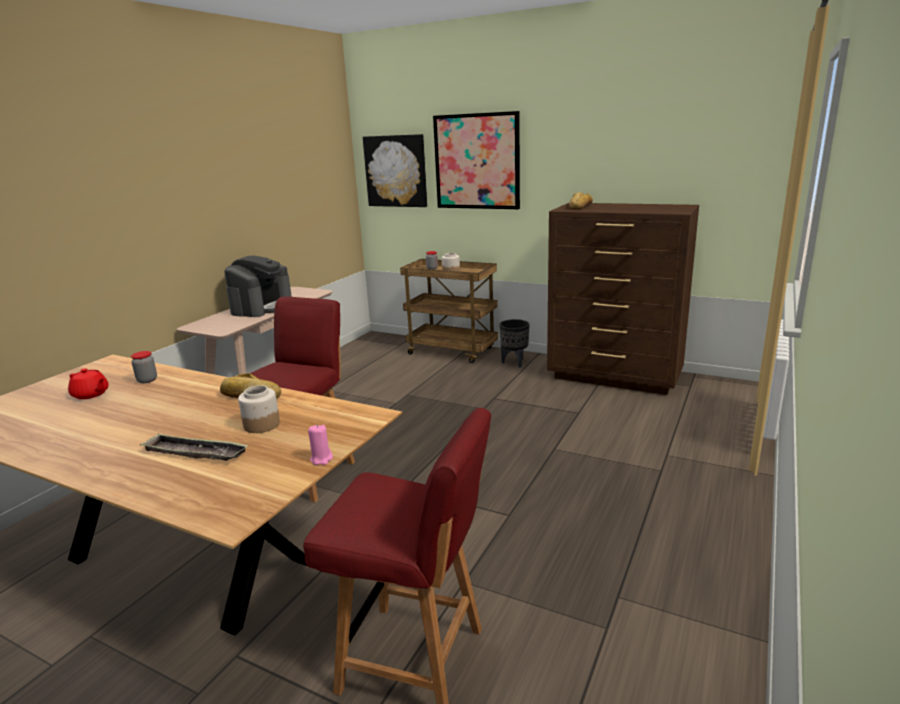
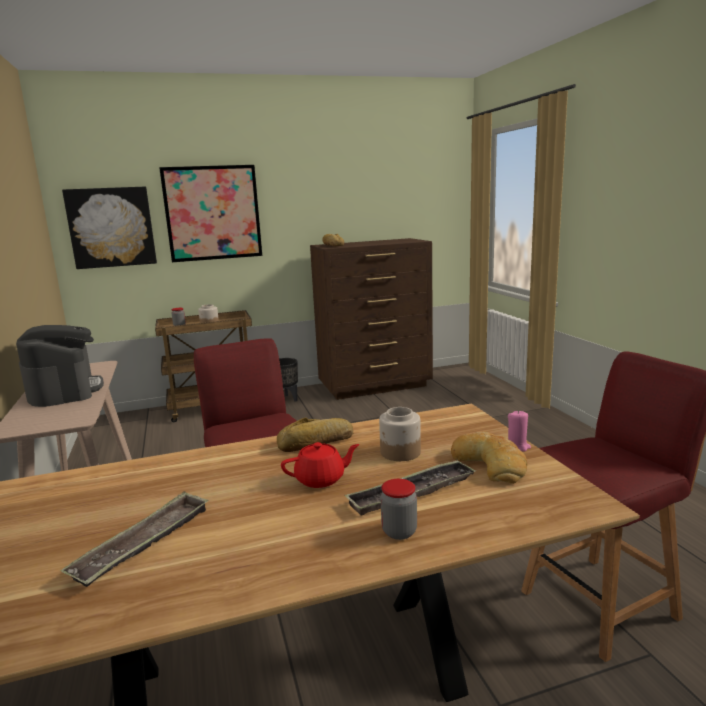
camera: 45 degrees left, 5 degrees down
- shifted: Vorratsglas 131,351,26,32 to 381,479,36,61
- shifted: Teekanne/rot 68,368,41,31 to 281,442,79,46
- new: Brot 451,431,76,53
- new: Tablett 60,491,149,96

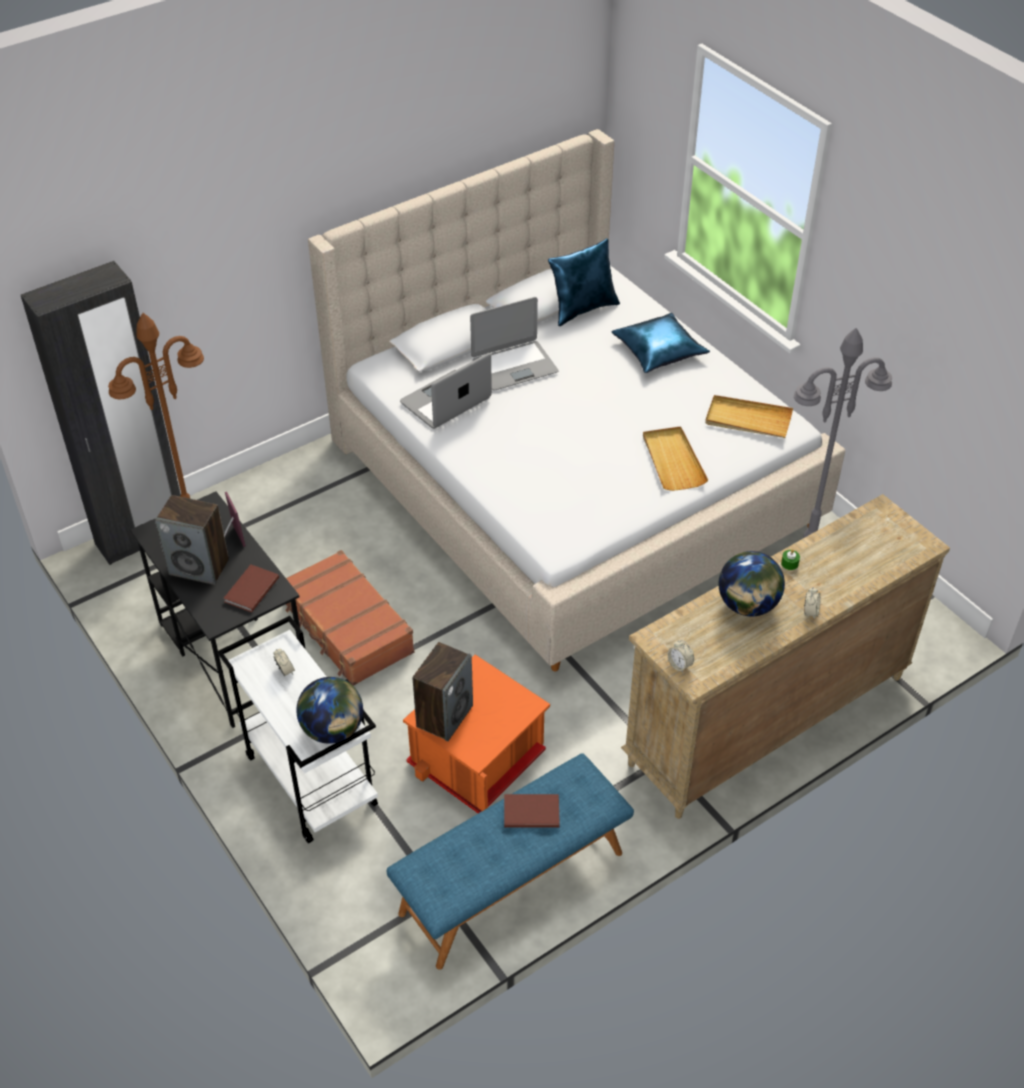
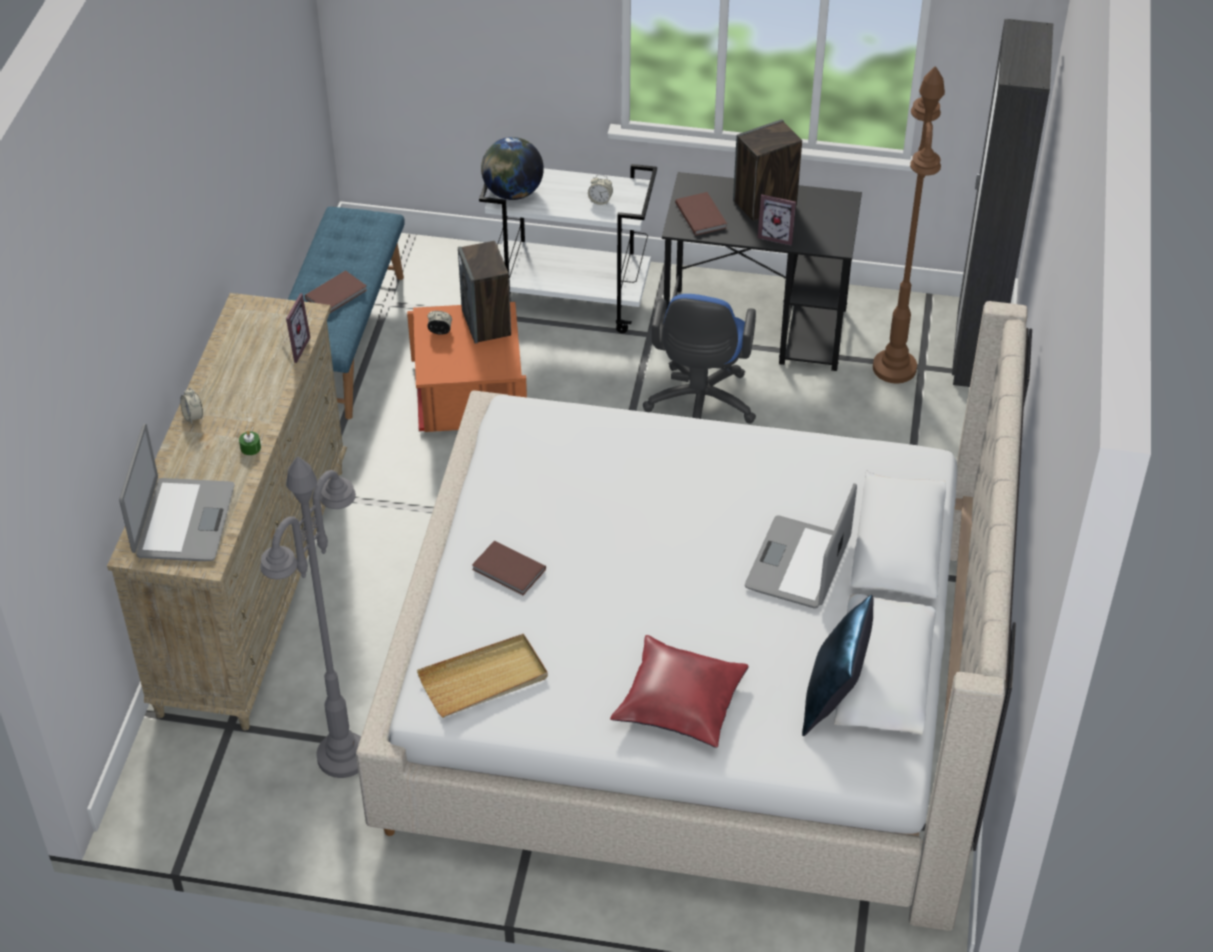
camera: 135 degrees right, 0 degrees up
- repainted: Kissen/blau 612,313,98,60 to Kissen/rot 610,635,139,113
- shifted: Laptop 400,353,92,76 to 119,424,116,137
- swapped: Tablett/beige 643,426,65,65 to Buch/braun 472,541,74,54
- swapped: Koffer/braun 285,550,129,136 to Bürostuhl/blau 643,294,113,130
- gone: Globus 719,551,66,66
- shifted: Wecker 668,640,26,33 to 427,311,25,24
- new: Bilderrahmen 283,293,28,70

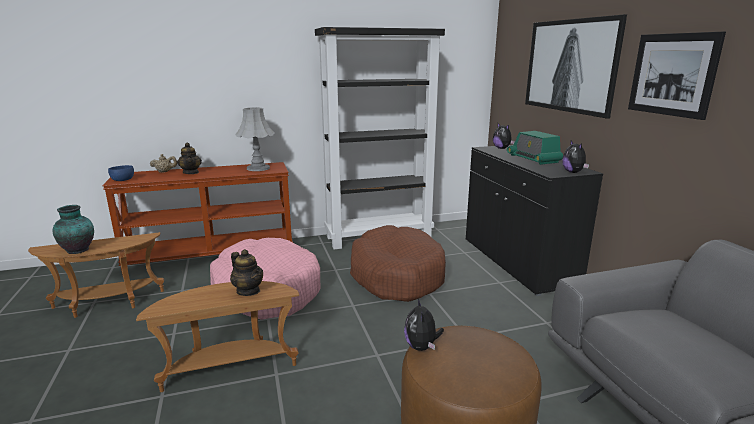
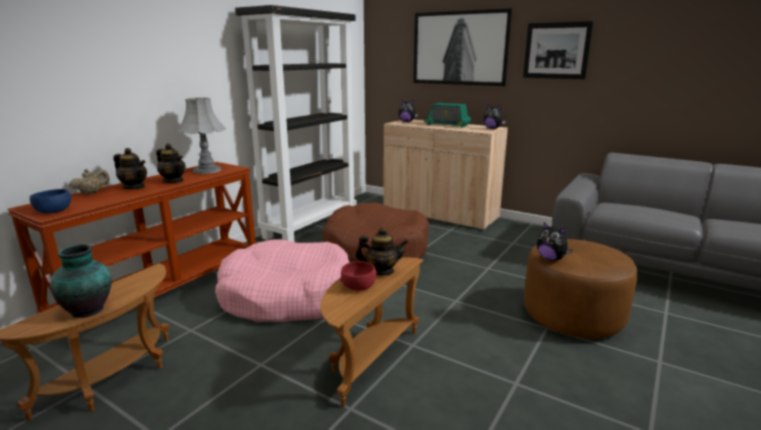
camera: 40 degrees left, 0 degrees up
- repainted: Schrank/schwarz 466,145,137,151 to Schrank/beige 384,120,124,111
- new: Teekanne 156,143,30,40
- new: Schüssel/rot 340,261,37,30

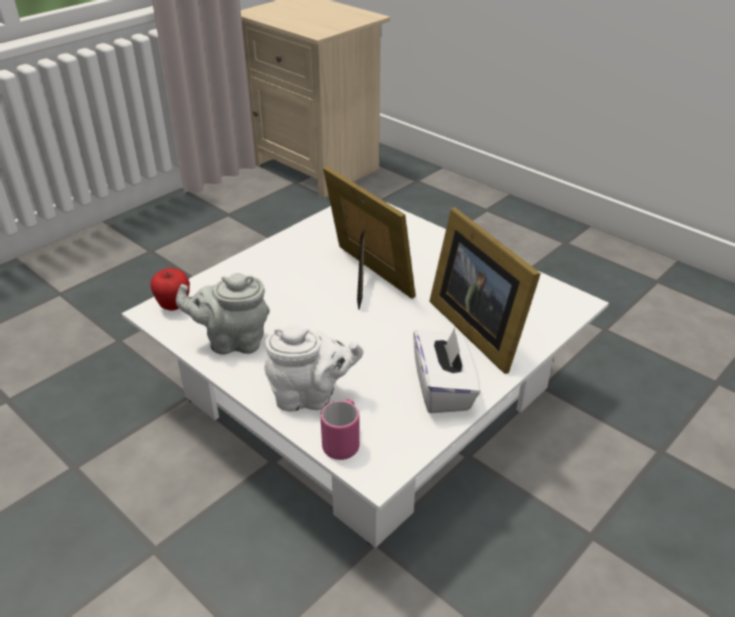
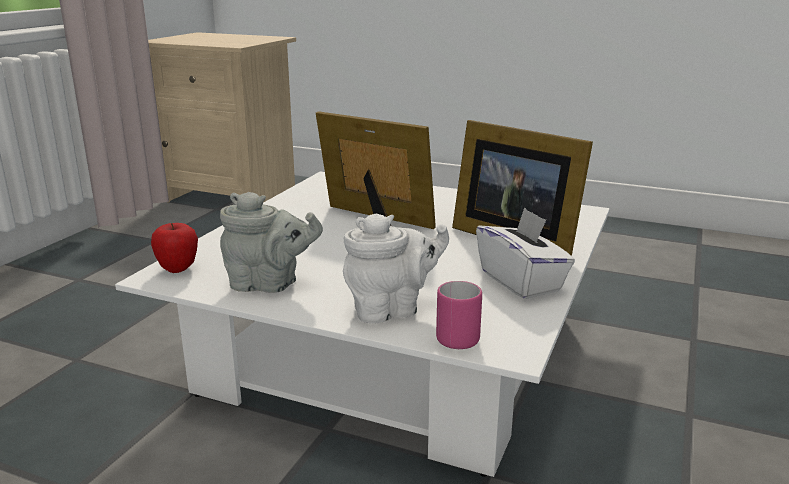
camera: 20 degrees left, 15 degrees down
- rotated: Teekanne/grau 176,273,94,82 = 220,192,103,101 150 degrees counterclockwise

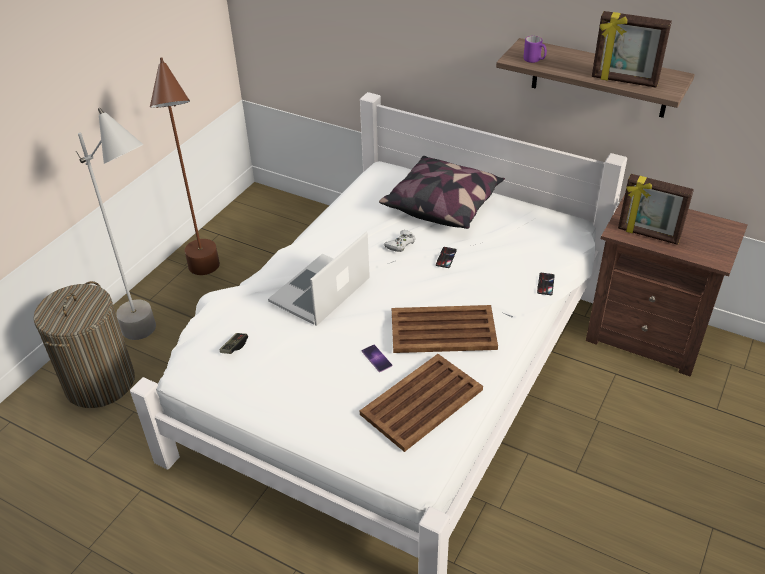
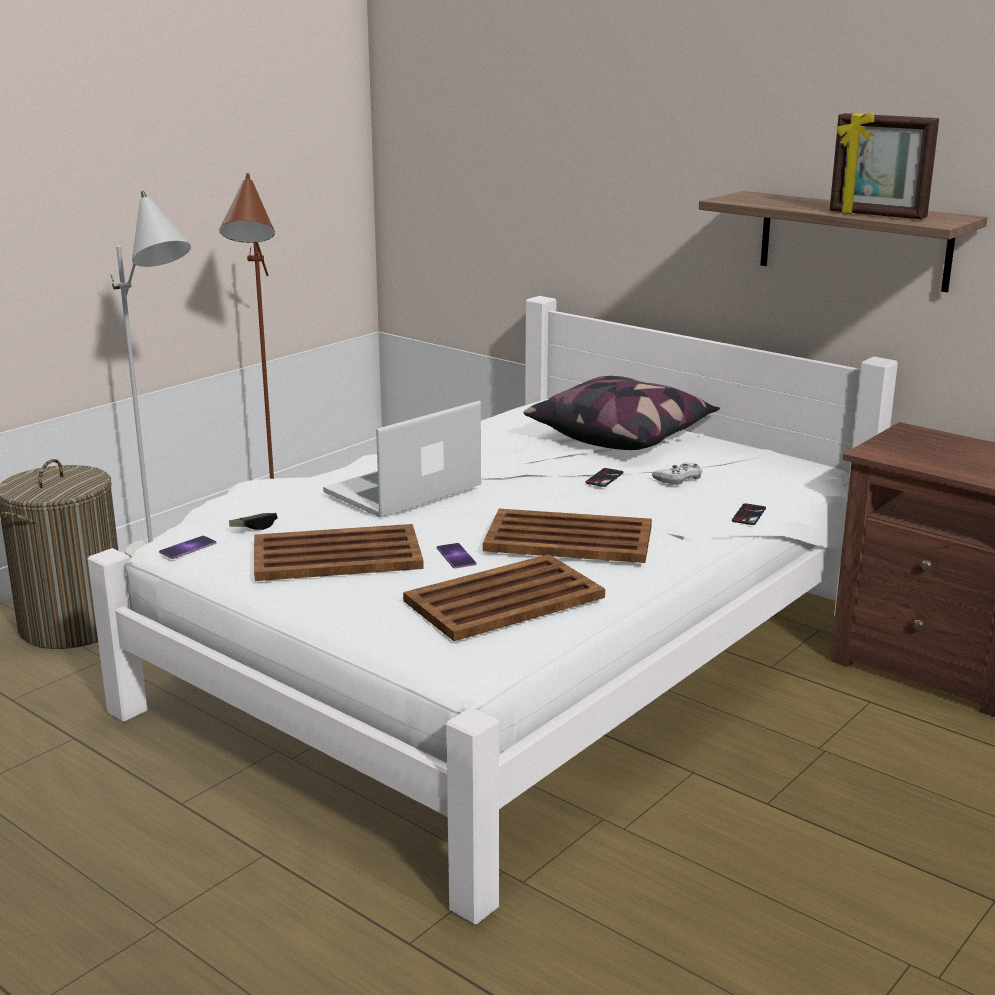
camera: 10 degrees right, 20 degrees down
- gone: Henkelbecher/lila 523,36,24,27
- gone: Bilderrahmen 618,174,76,71
- shifted: Gamepad/weiß 384,230,32,22 to 652,462,50,23
- new: Tablett/braun 254,524,170,57
- new: Handy 159,536,57,23

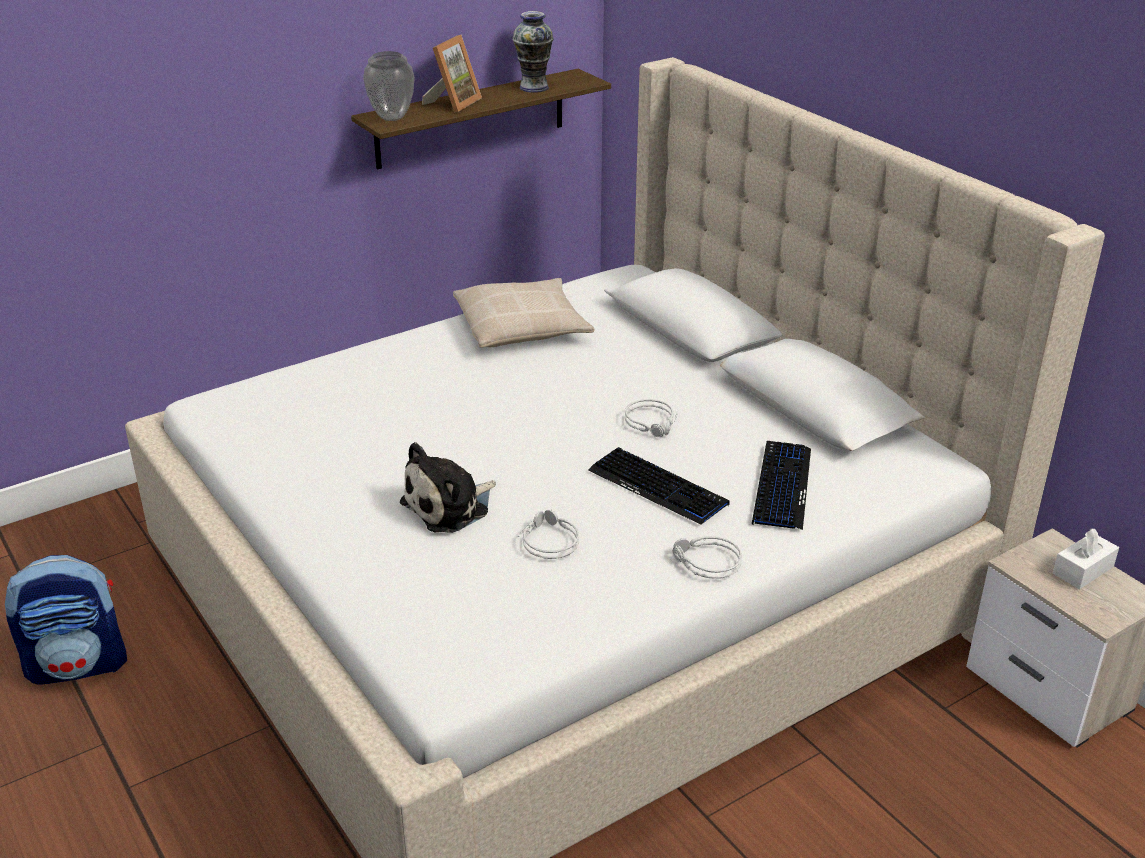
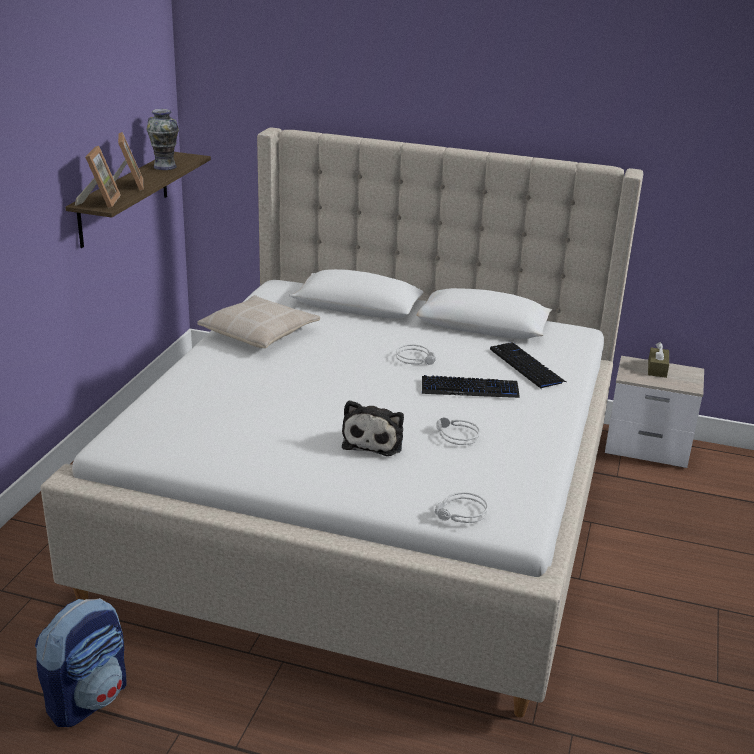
camera: 40 degrees left, 5 degrees down
- swapped: Vase 363,51,52,70 to Bilderrahmen 75,146,46,62
- repainted: Taschentuchbox/weiß 1053,528,66,61 to Taschentuchbox/braun 648,342,21,36
- shifted: Kopfhörer/grau 673,536,69,43 to 435,492,53,31

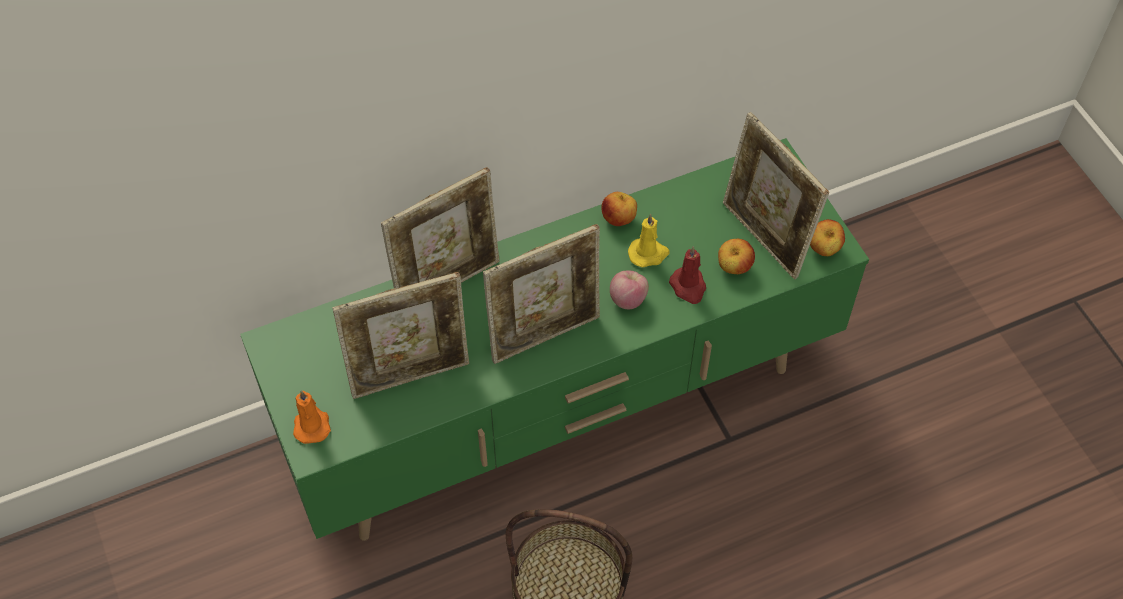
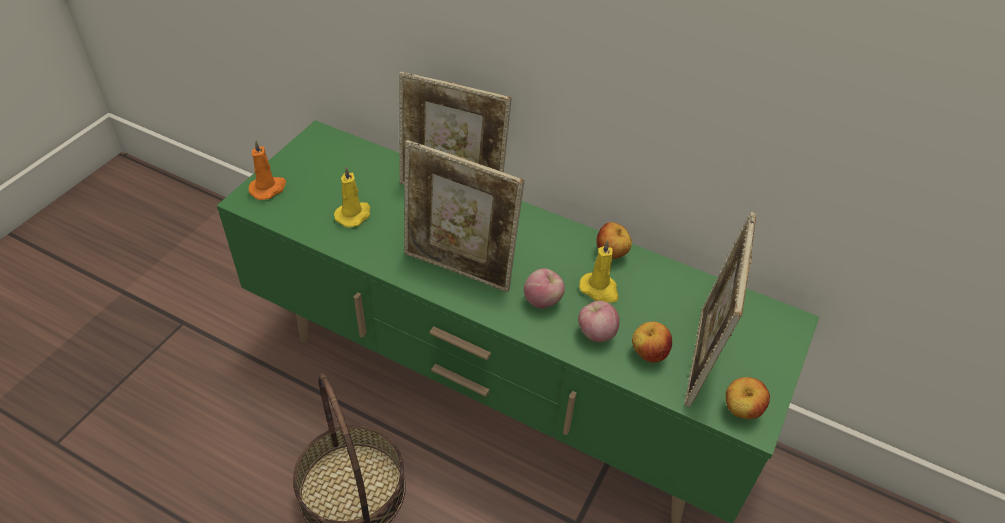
camera: 50 degrees right, 10 degrees down
- swapped: Kerze/rot 669,246,37,58 to Apfel 578,301,41,41
- swapped: Bilderrahmen 332,272,137,127 to Kerze/gelb 334,166,36,62

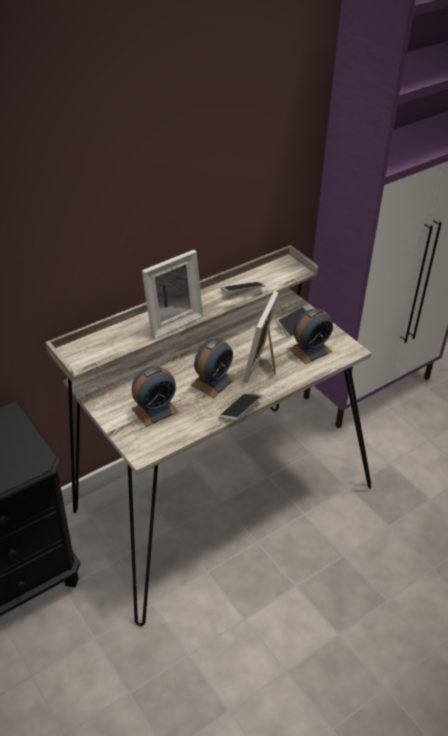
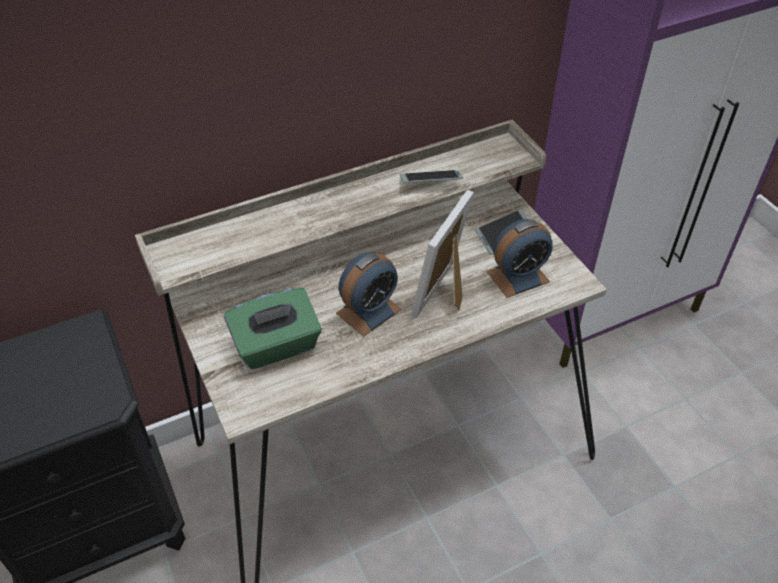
camera: 10 degrees right, 5 degrees up
- gone: Bilderrahmen 142,250,61,88
- swapped: Wecker 131,367,48,60 to Taschentuchbox/grün 224,288,98,81
- gone: Handy 218,392,45,29

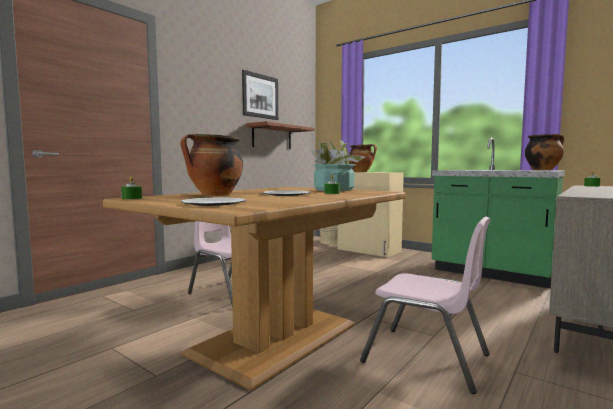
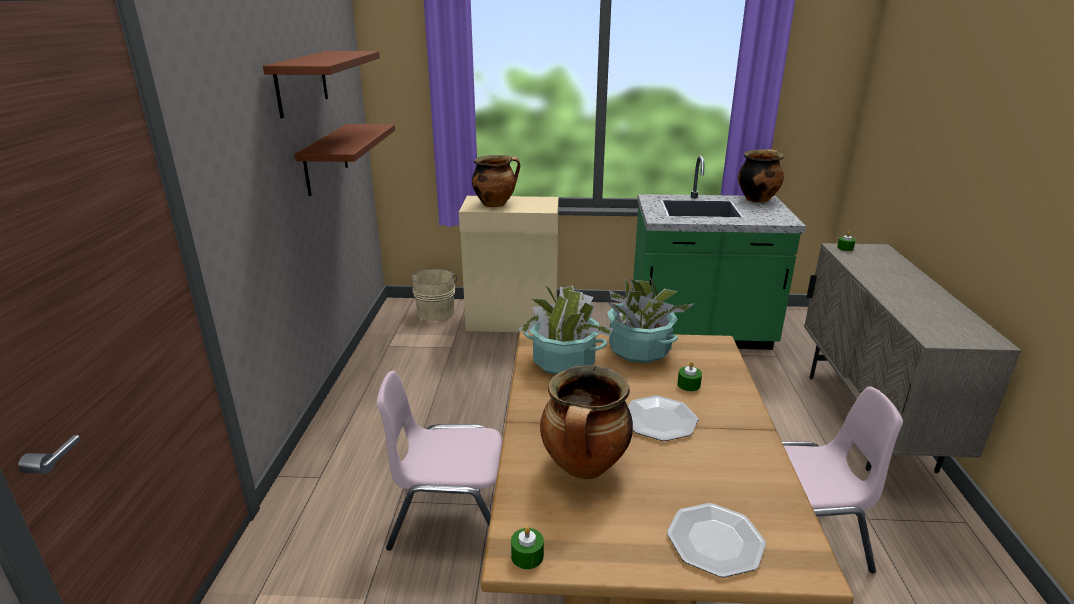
camera: 35 degrees left, 20 degrees up
- swapped: Bild 242,70,36,50 to Wandregal/braun 263,51,117,67
- new: Topfpflanze 518,285,96,90

